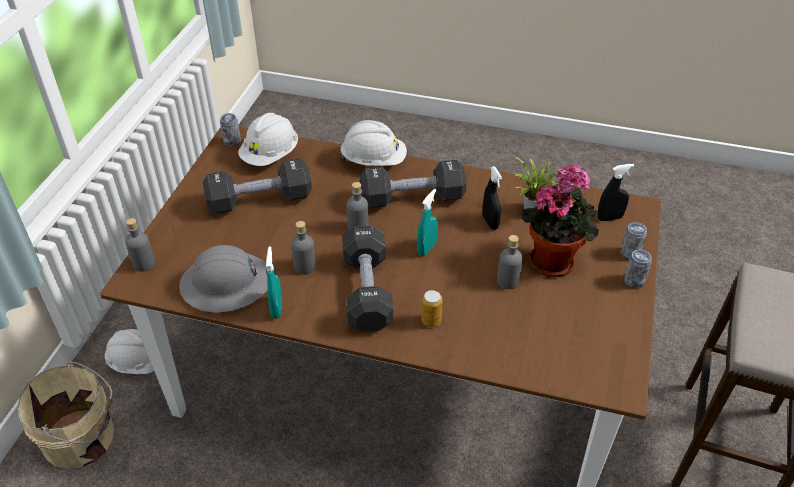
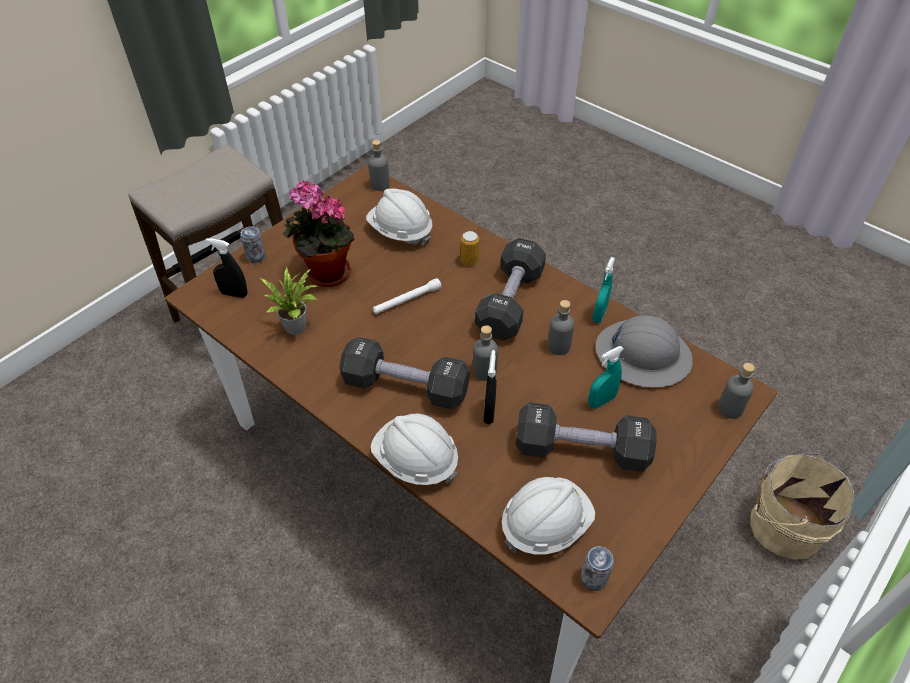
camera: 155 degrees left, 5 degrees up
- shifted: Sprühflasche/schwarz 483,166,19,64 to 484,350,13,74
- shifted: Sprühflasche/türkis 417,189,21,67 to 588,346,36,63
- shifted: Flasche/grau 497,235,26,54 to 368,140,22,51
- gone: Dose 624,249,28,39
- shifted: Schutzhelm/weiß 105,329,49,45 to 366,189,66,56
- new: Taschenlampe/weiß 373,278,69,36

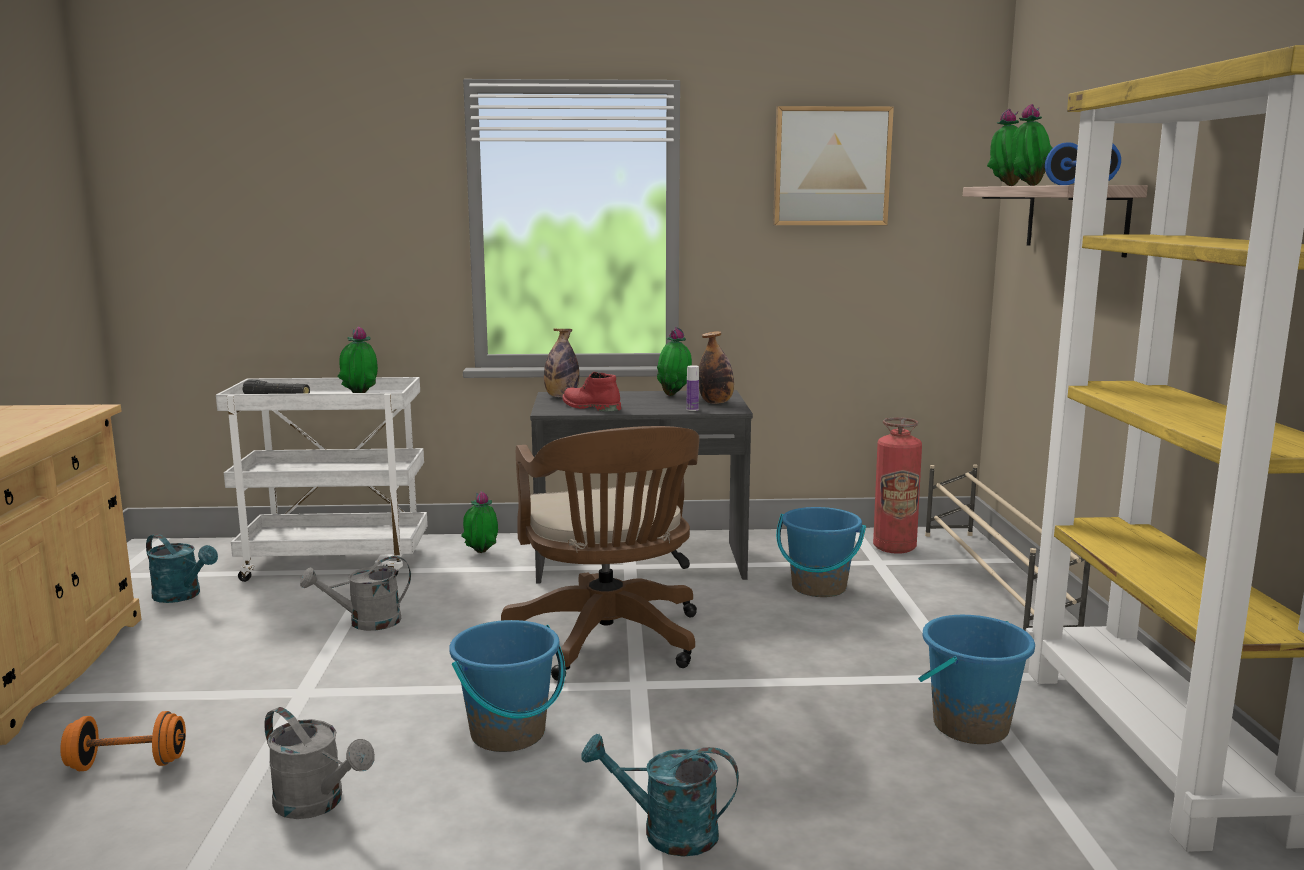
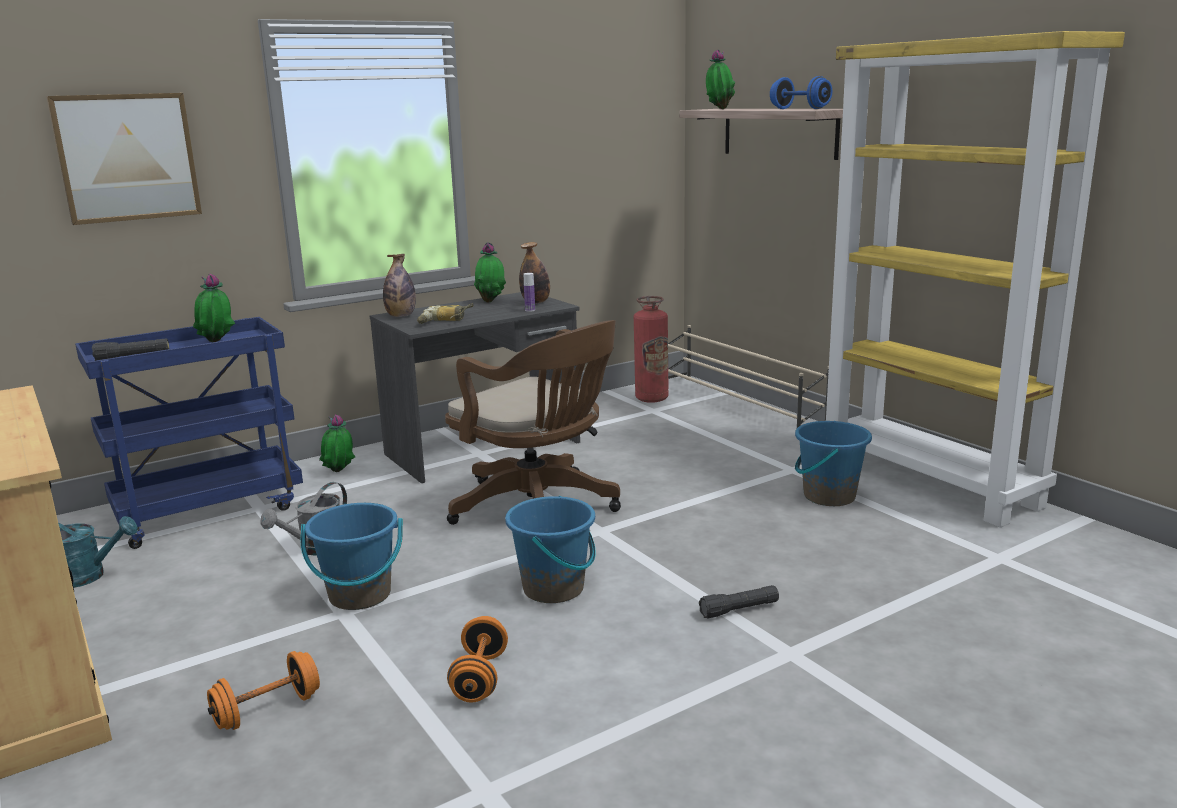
camera: 30 degrees left, 5 degrees up
- gone: Topfpflanze 1011,104,42,82
- shifted: Bild 773,106,121,119 to 46,93,156,132
- swapped: Stiefel/rot 563,372,58,40 to Bohrmaschine 417,303,56,21
- repainted: Rollwagen/weiß 216,377,212,205 to Rollwagen/blau 75,317,228,232
- shifted: Eimer/blau 776,507,90,90 to 301,503,102,107
- swapped: Gießkanne/grau 264,707,111,112 to Hantel/orange 447,616,61,86
- swapped: Gießkanne/türkis 581,734,158,123 to Taschenlampe/schwarz 699,585,80,33

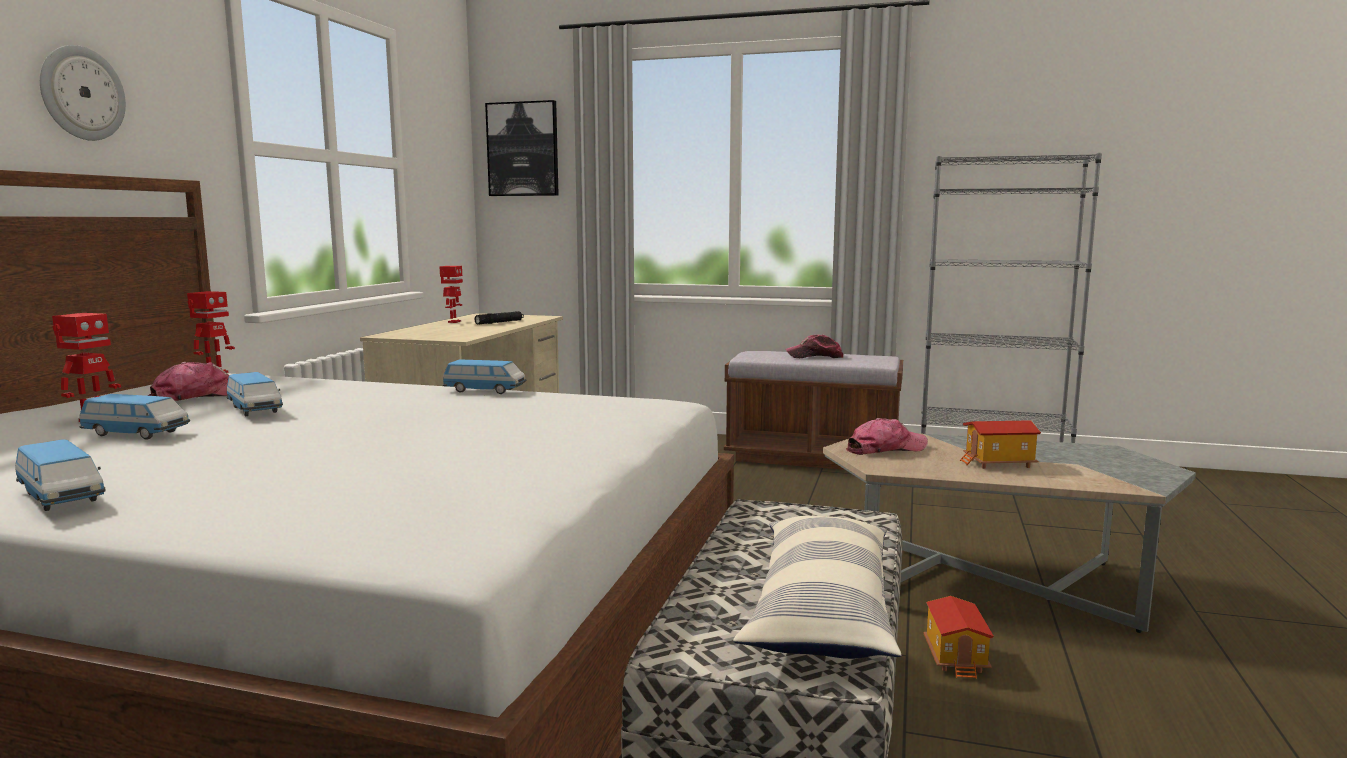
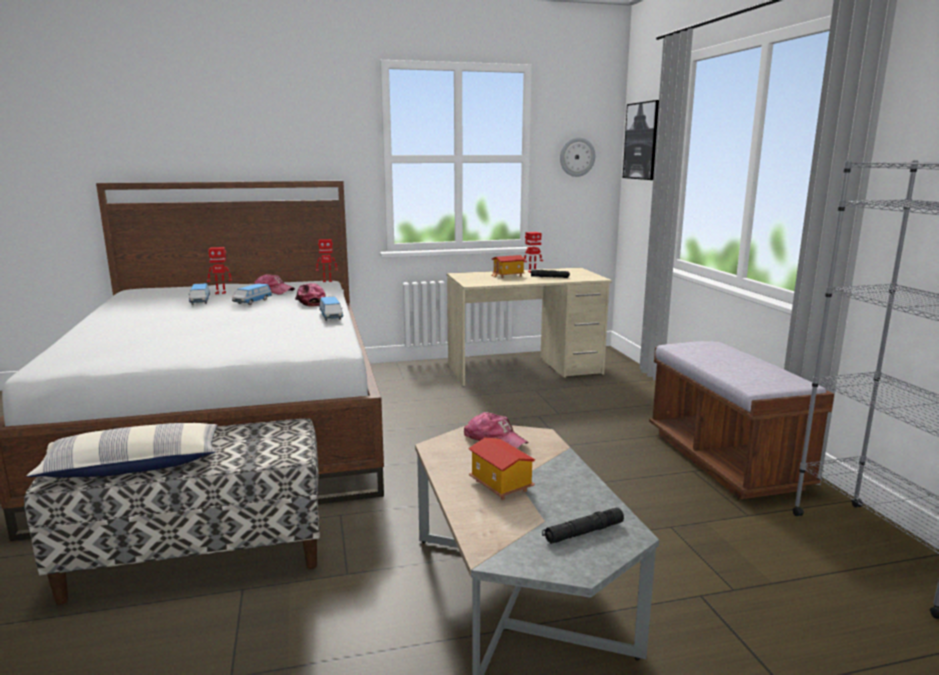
camera: 60 degrees right, 5 degrees up
- shifted: Wanduhr 40,45,86,96 to 560,137,35,40
- shifted: Kappe 785,334,59,24 to 295,283,31,23
- gone: Spielzeugauto 15,439,91,72
- shifted: Spielzeughaus 924,596,70,83 to 492,255,33,23
- new: Taschenlampe/schwarz 542,507,82,37

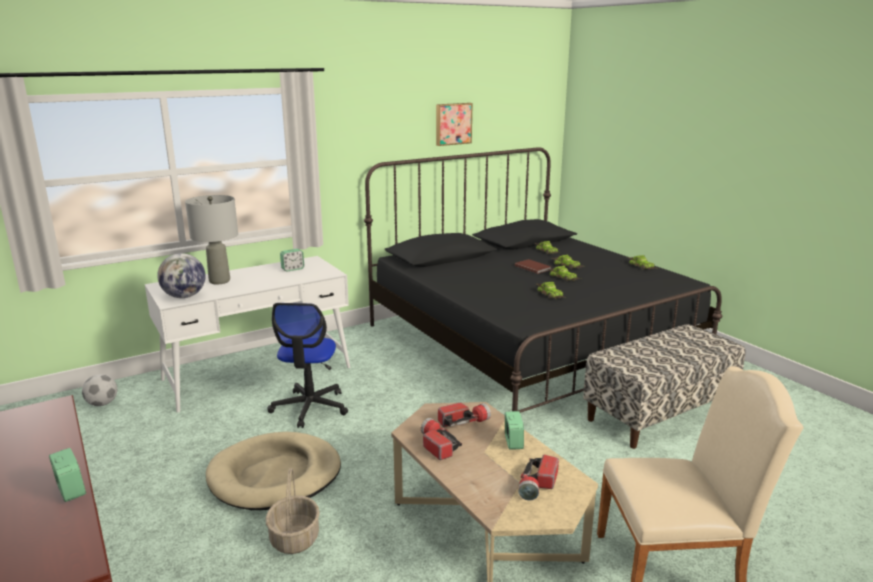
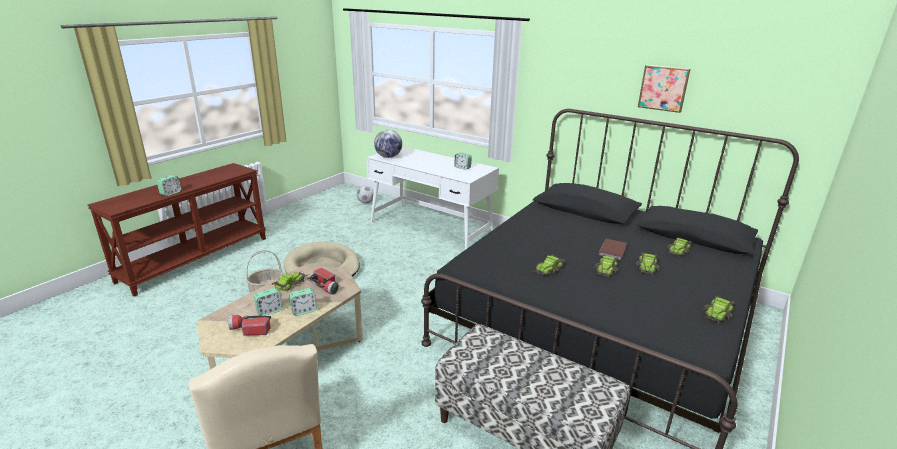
camera: 65 degrees right, 5 degrees up
- gone: Tischlampe/grau 185,195,53,90
- gone: Bürostuhl 267,303,81,125
- swapped: Taschenlampe 421,418,41,42 to Spielzeugauto 271,272,37,19
- new: Wecker 254,288,29,28

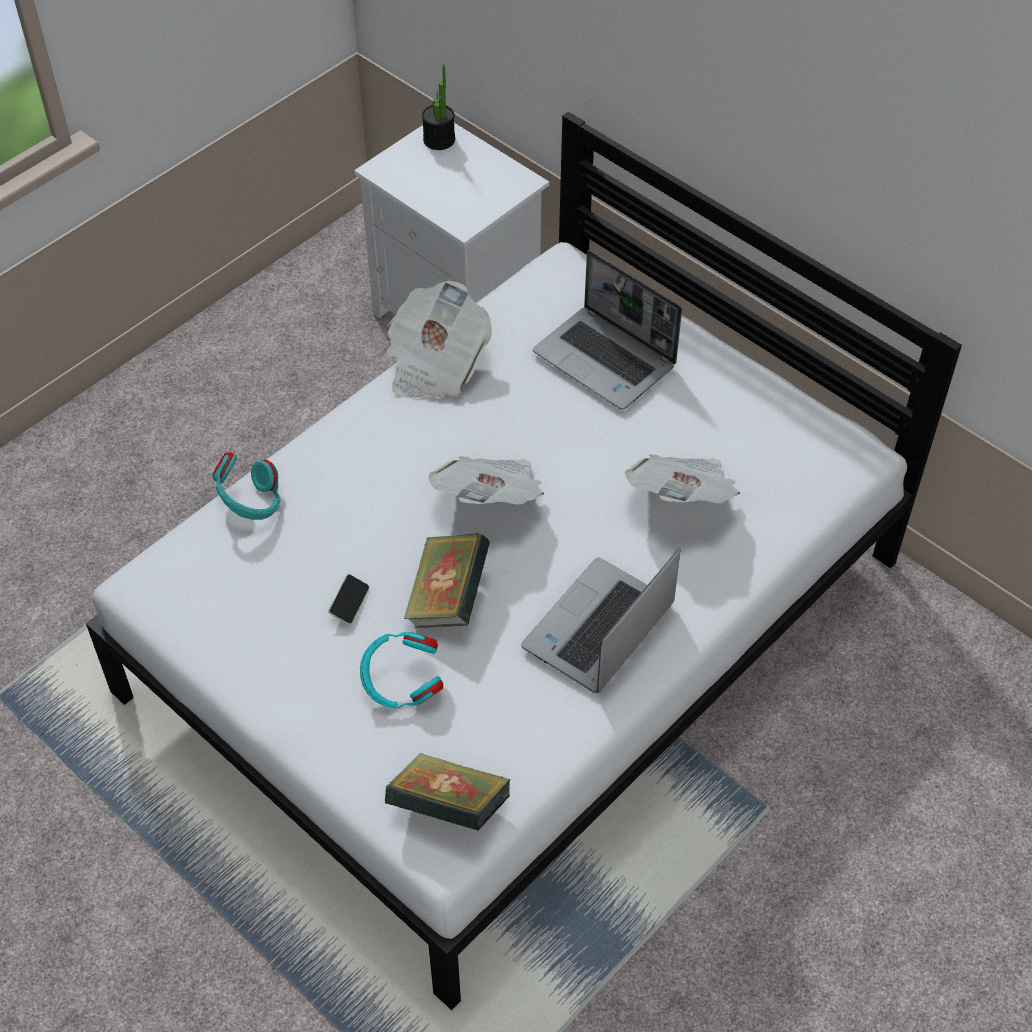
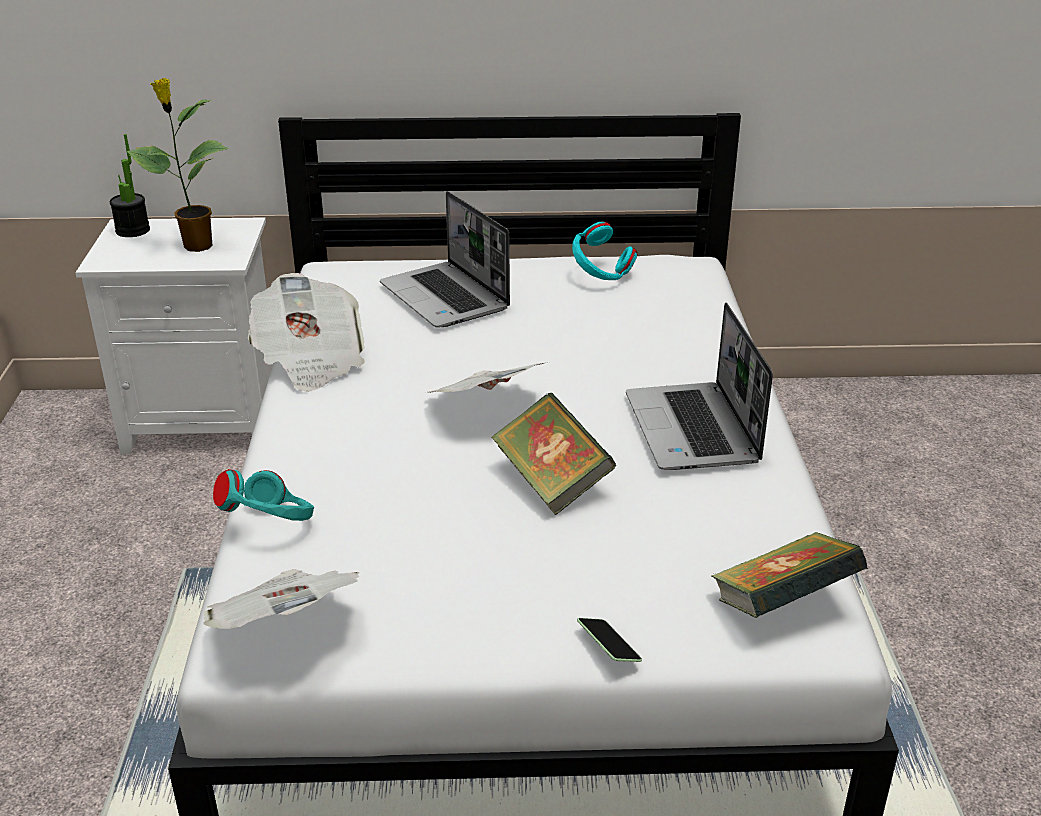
camera: 45 degrees left, 20 degrees down
- rotated: Laptop 533,250,149,160 = 380,191,130,136 60 degrees clockwise
- shifted: Zeitung 625,454,115,49 to 203,569,157,60
- shifted: Handy 328,574,42,51 to 577,618,65,44
- shifted: Kopfhörer/türkis 360,632,83,77 to 572,222,66,58
- new: Topfpflanze 127,78,102,174

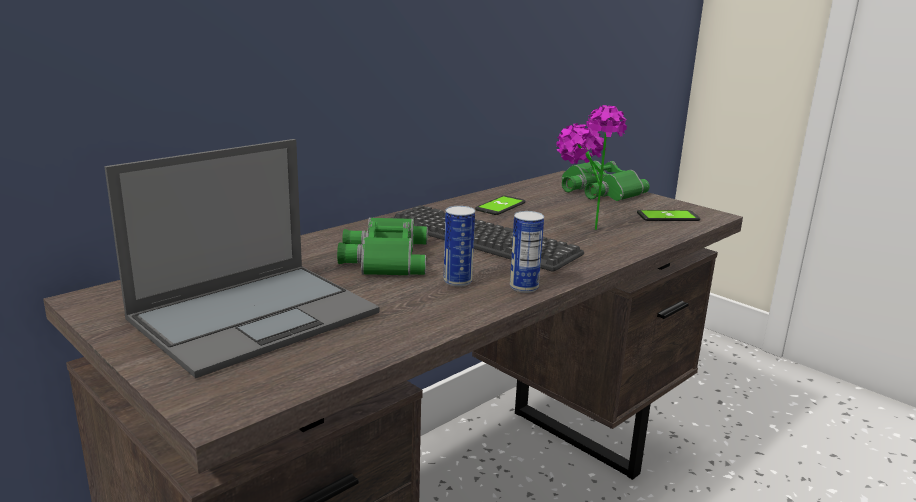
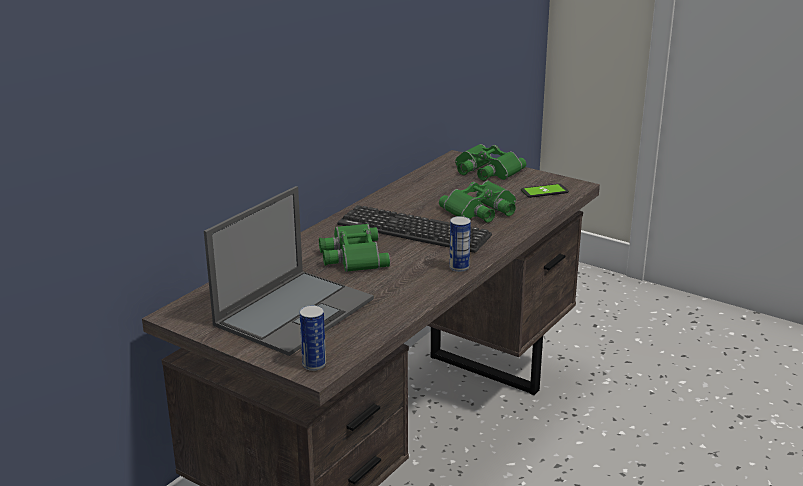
camera: 10 degrees left, 5 degrees up
- swapped: Topfpflanze 556,105,71,125 to Fernglas/grün 439,181,77,42
- gone: Handy 475,196,51,19
- shifted: Dose 444,206,31,81 to 299,305,27,66

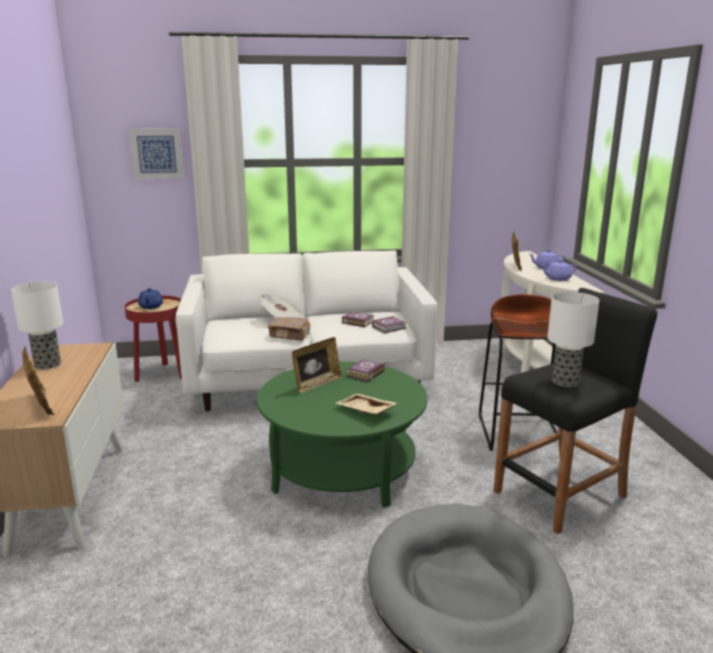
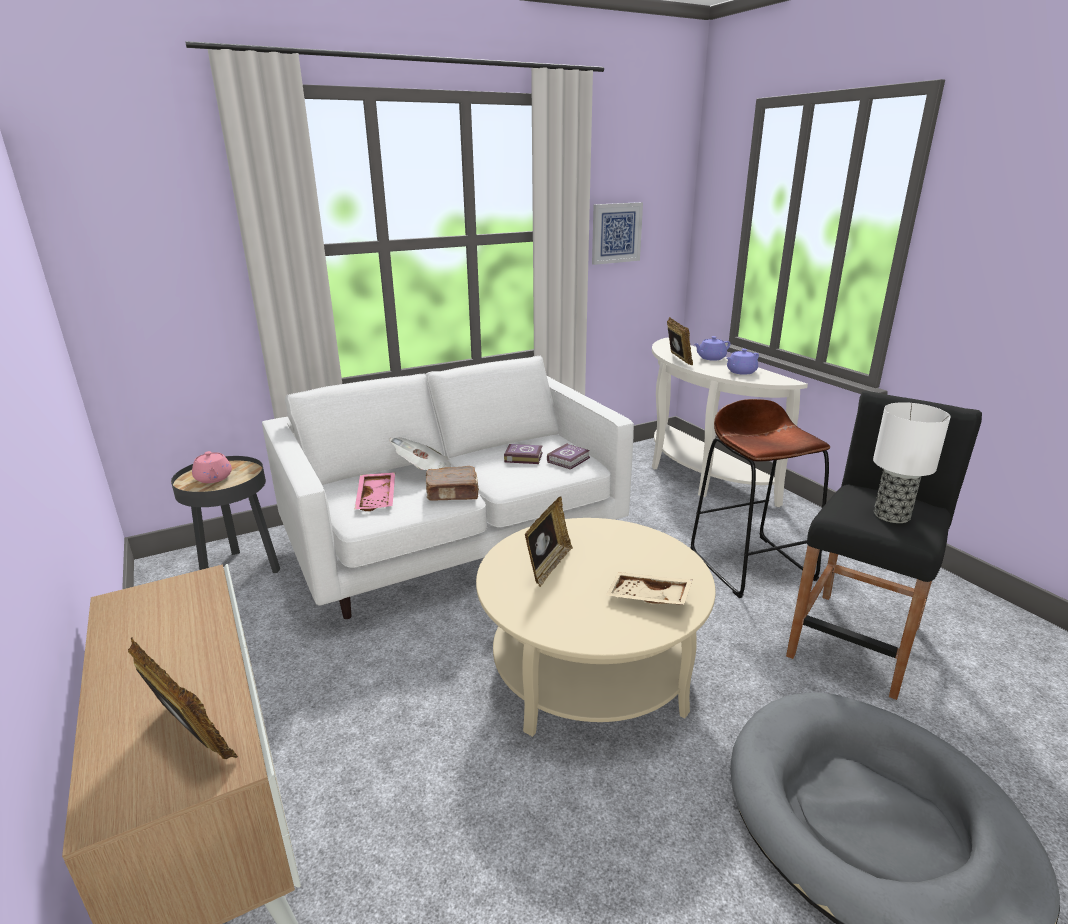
camera: 20 degrees left, 5 degrees up
- shifted: Bild 128,128,56,52 to 592,202,51,63
- gone: Tischlampe 11,282,52,87
- repainted: Teekanne/blau 138,288,25,21 to Teekanne/rosa 192,451,40,32
- repainted: Beistelltisch/rot 124,296,58,86 to Beistelltisch/schwarz 171,456,109,117
- gone: Buch 347,359,38,23
- repainted: Couchtisch/grün 257,362,170,146 to Couchtisch/beige 476,518,240,219
- new: Tablett/rosa 355,472,40,39

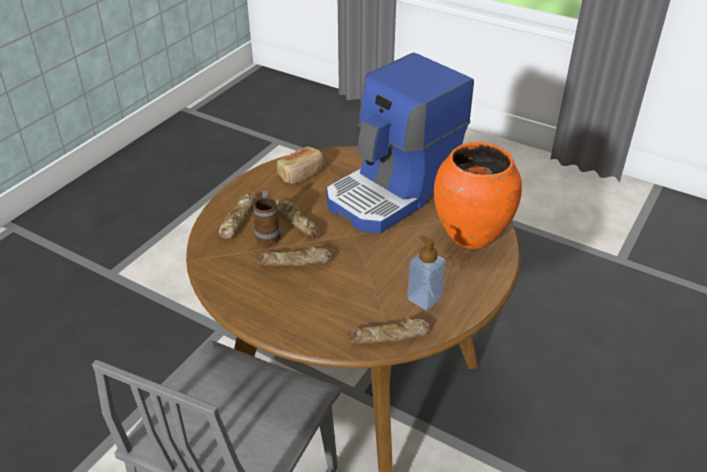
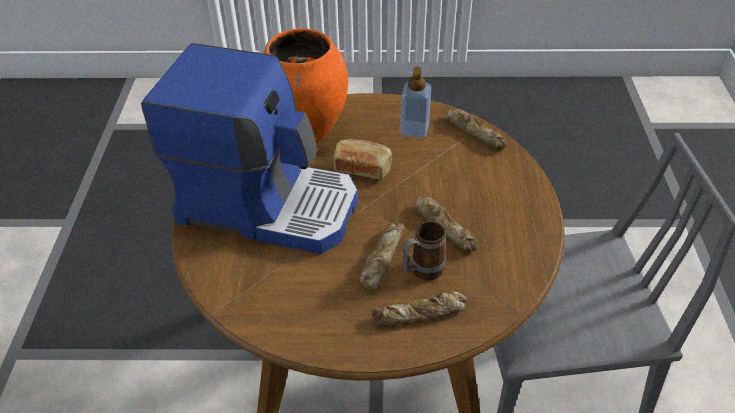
camera: 120 degrees left, 5 degrees up
- shifted: Brot 277,147,46,37 to 334,139,58,41

